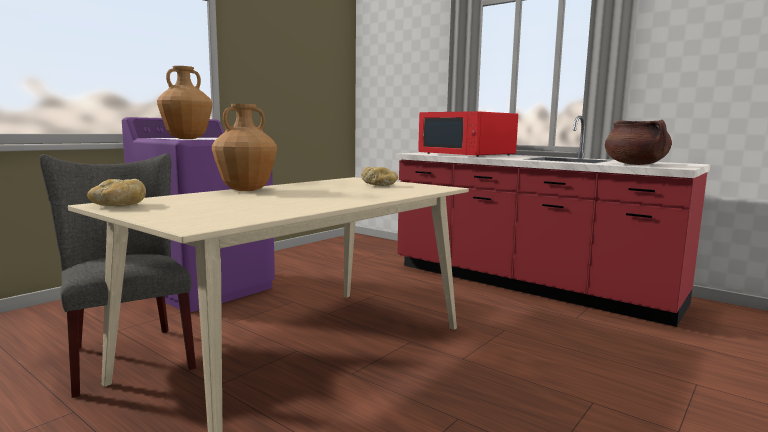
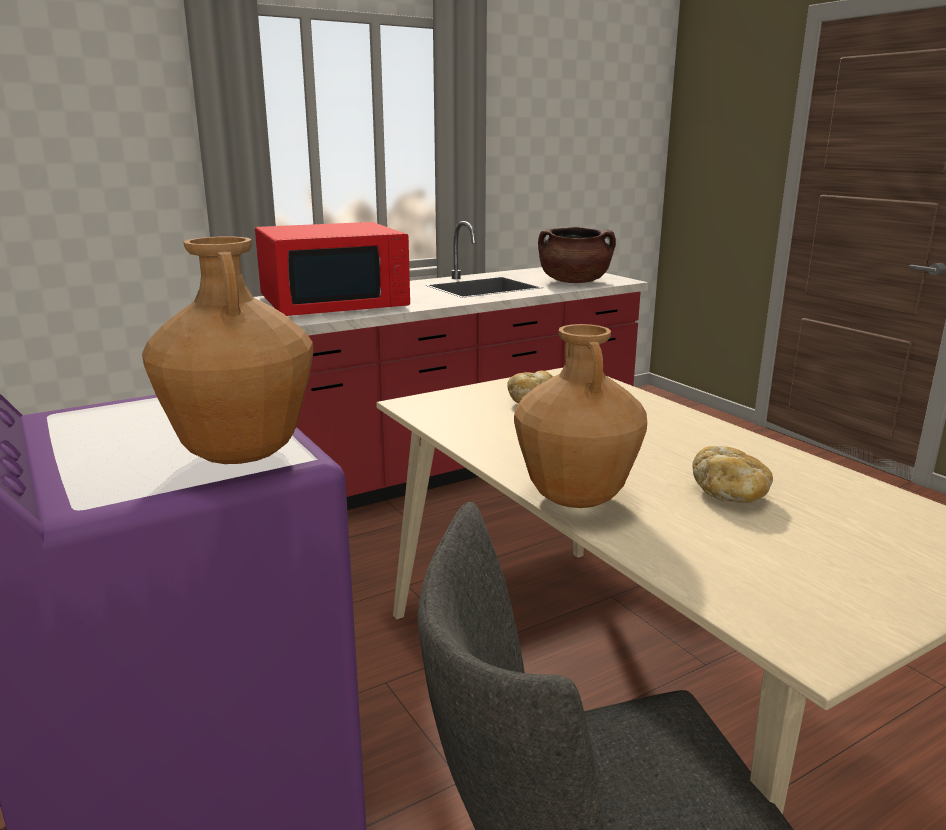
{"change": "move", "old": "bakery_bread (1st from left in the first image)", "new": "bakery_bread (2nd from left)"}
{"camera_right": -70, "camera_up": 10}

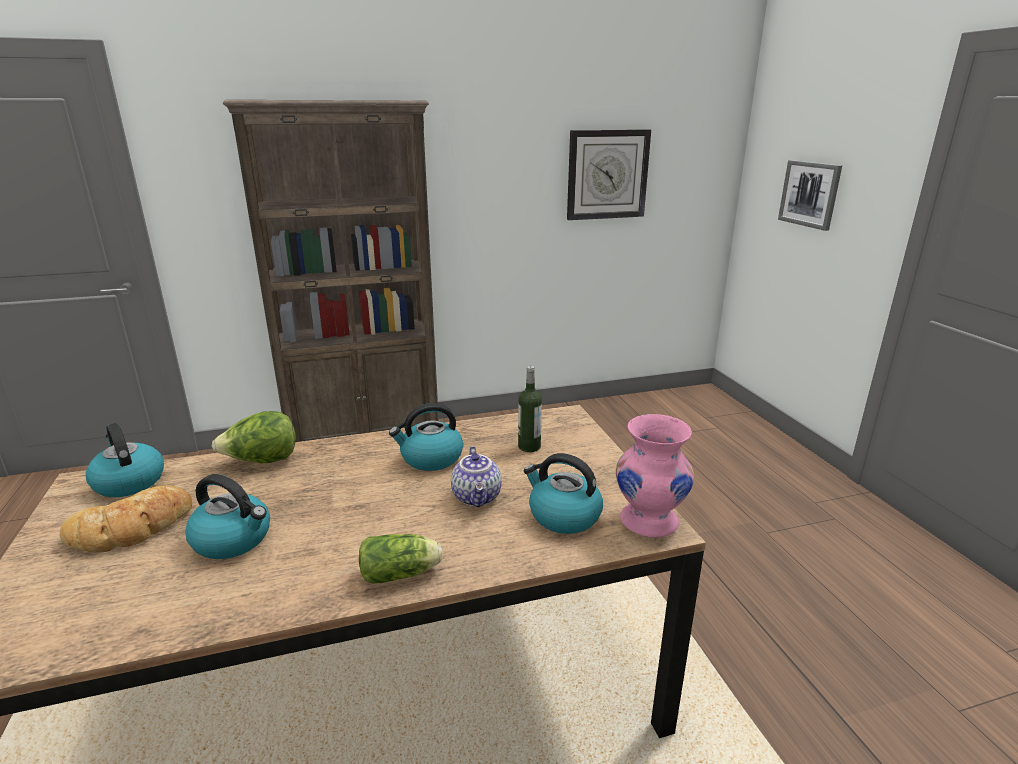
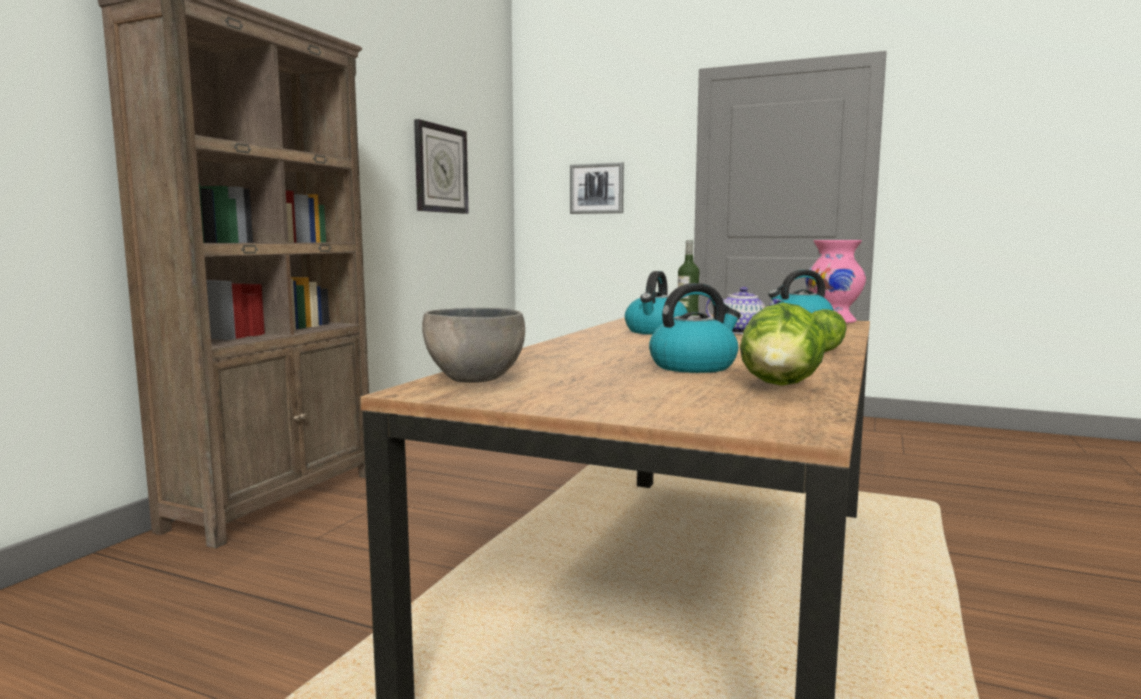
{"change": "delete", "old": "bakery_bread"}
{"change": "replace", "old": "tea_kettle (1st from left)", "new": "grey_bowl"}
{"change": "move", "old": "lettuce (1st from left)"}
{"camera_right": -50, "camera_up": -15}

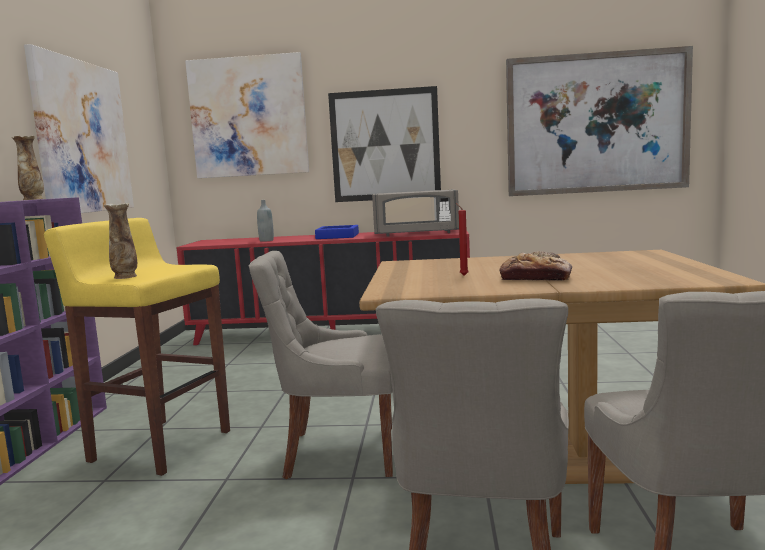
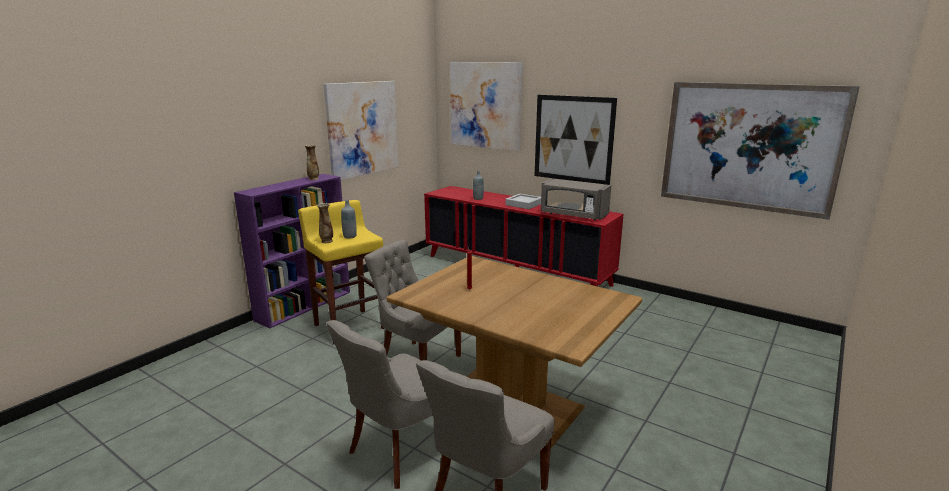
{"change": "recolor", "old": "blue-coloured_serving_tray", "new": "grey_serving_tray"}
{"change": "delete", "old": "bakery_bread"}
{"change": "insert", "new": "grey_bottle (1st from left)"}
{"camera_right": 30, "camera_up": 10}

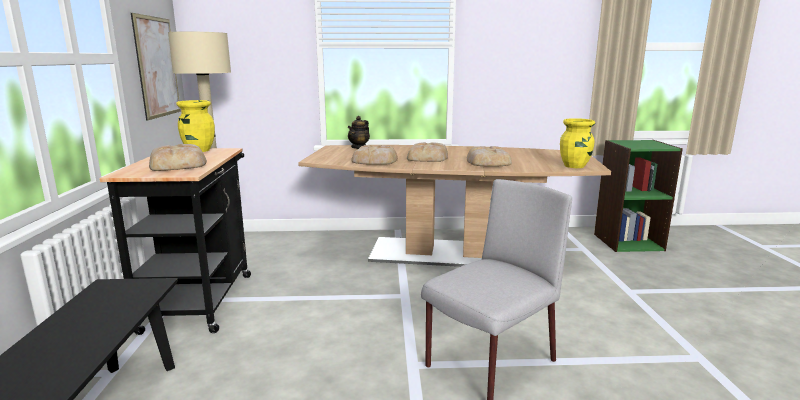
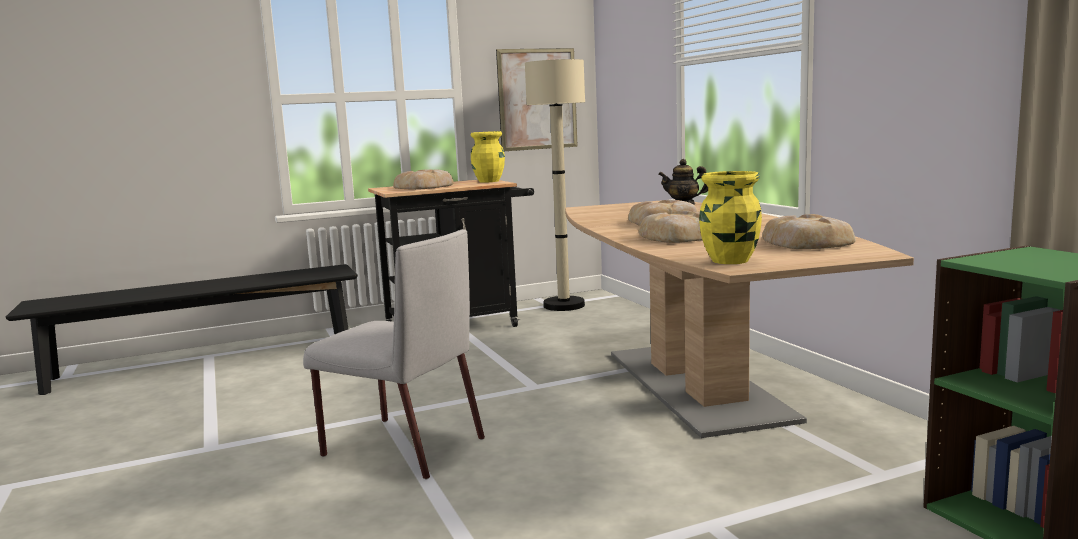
{"change": "move", "old": "bakery_bread (2nd from left in the first image)", "new": "bakery_bread (4th from left)"}
{"camera_right": 70, "camera_up": -5}

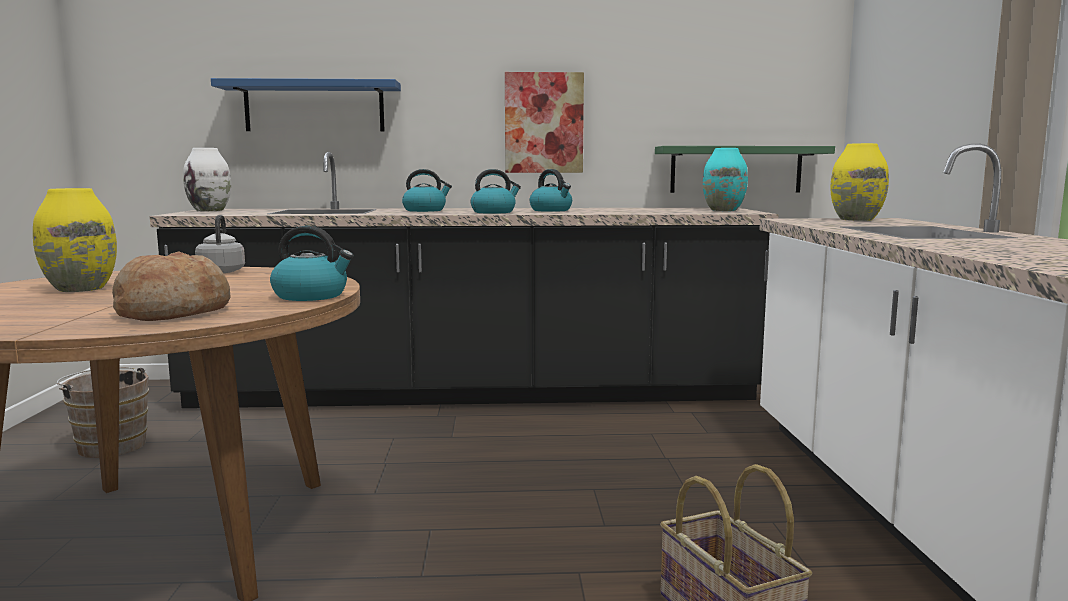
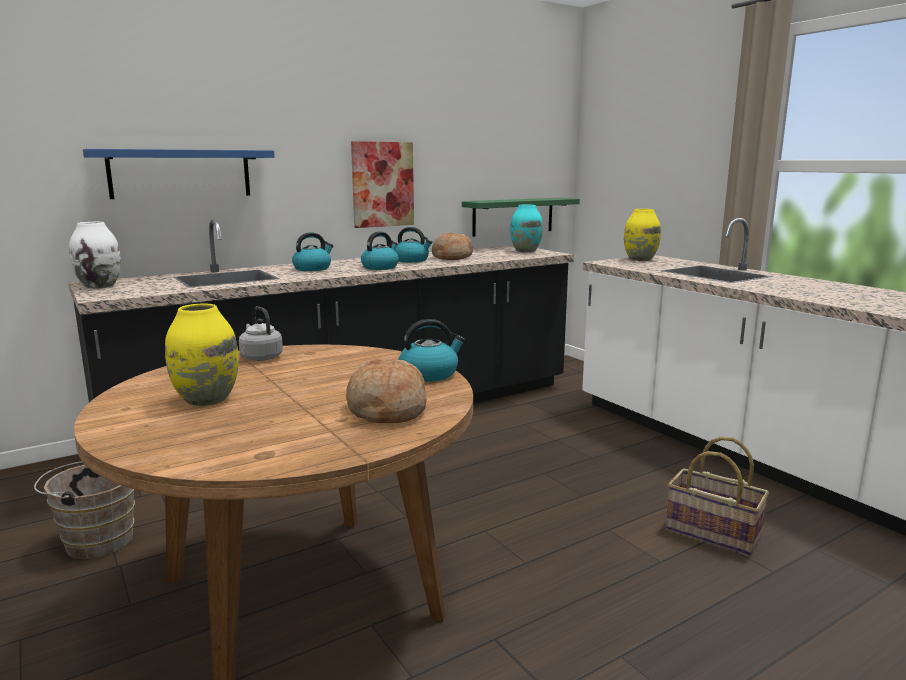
{"change": "insert", "new": "bakery_bread (2nd from left)"}
{"camera_right": -30, "camera_up": 5}

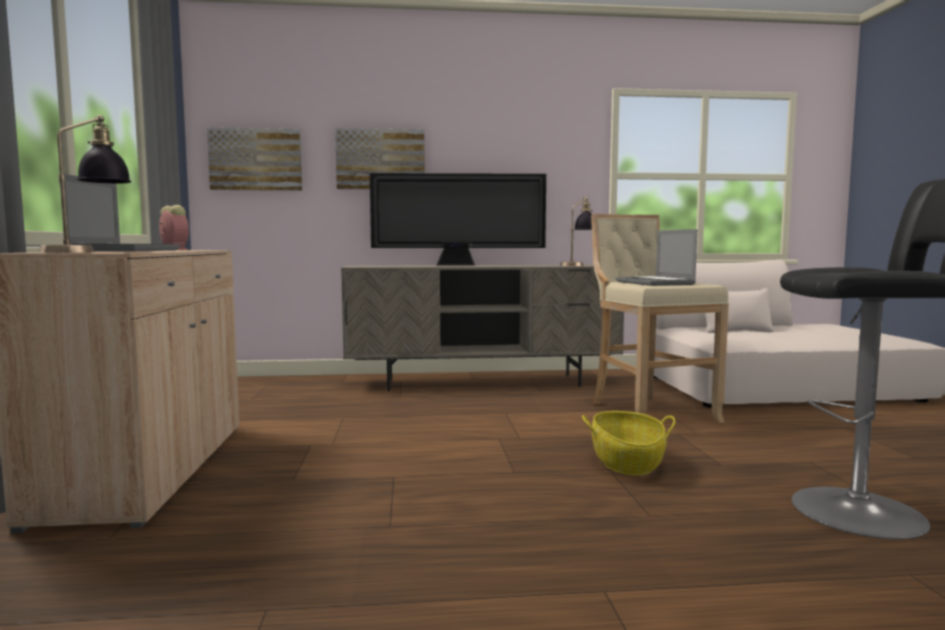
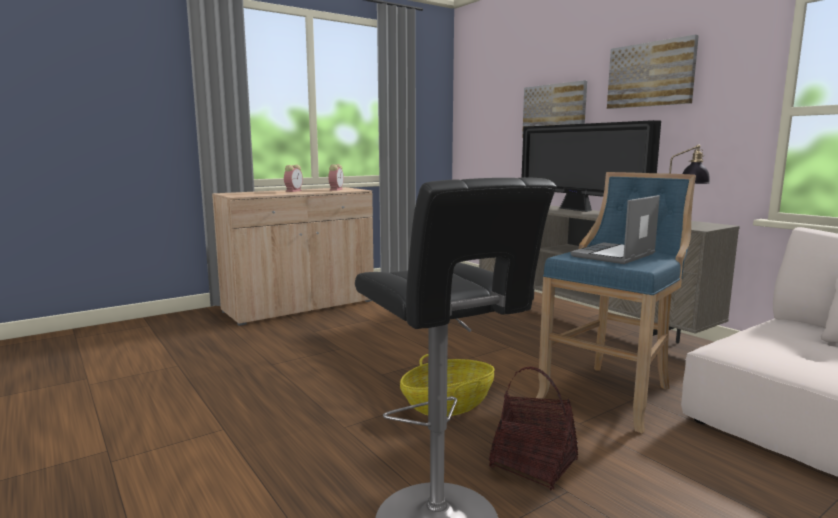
{"change": "delete", "old": "tabletop_lamp (1st from left)"}
{"change": "replace", "old": "notebook_computer (1st from left)", "new": "bedside_clock (1st from left)"}
{"change": "move", "old": "picture (1st from left in the first image)", "new": "picture (2nd from left)"}
{"change": "recolor", "old": "sand-coloured_stool_seat", "new": "blue-coloured_stool_seat"}
{"change": "insert", "new": "storage_basket (2nd from left)"}
{"camera_right": 60, "camera_up": 5}

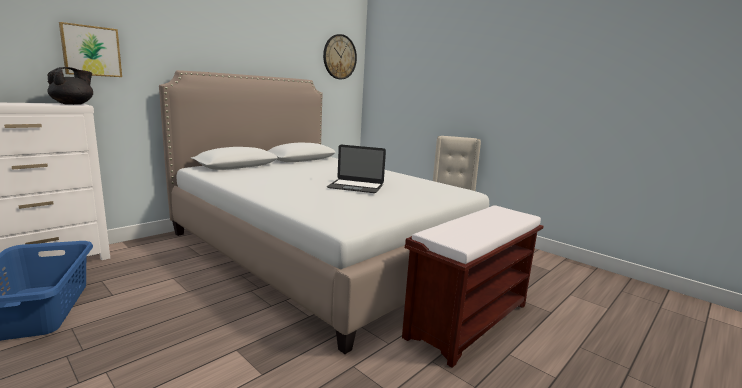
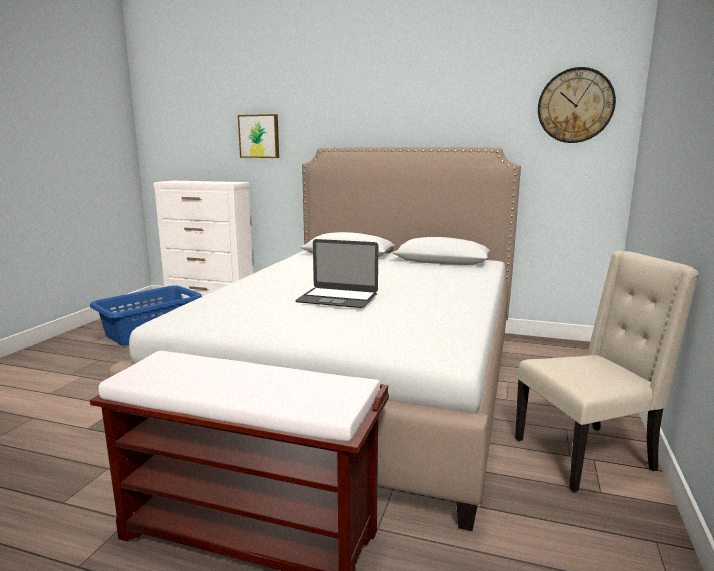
{"change": "delete", "old": "blackish_pot_for_tea"}
{"change": "rotate", "old": "notebook_computer", "degrees": -60}
{"camera_right": 65, "camera_up": 0}

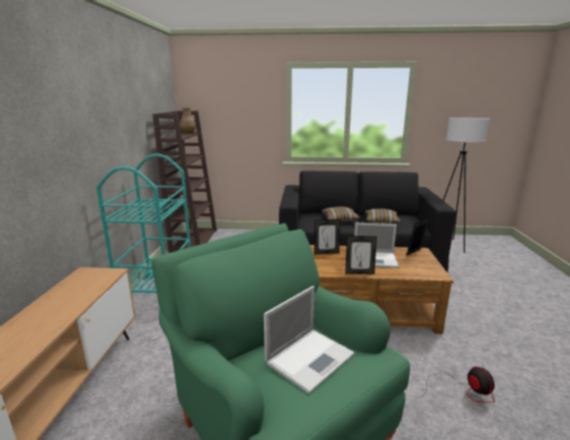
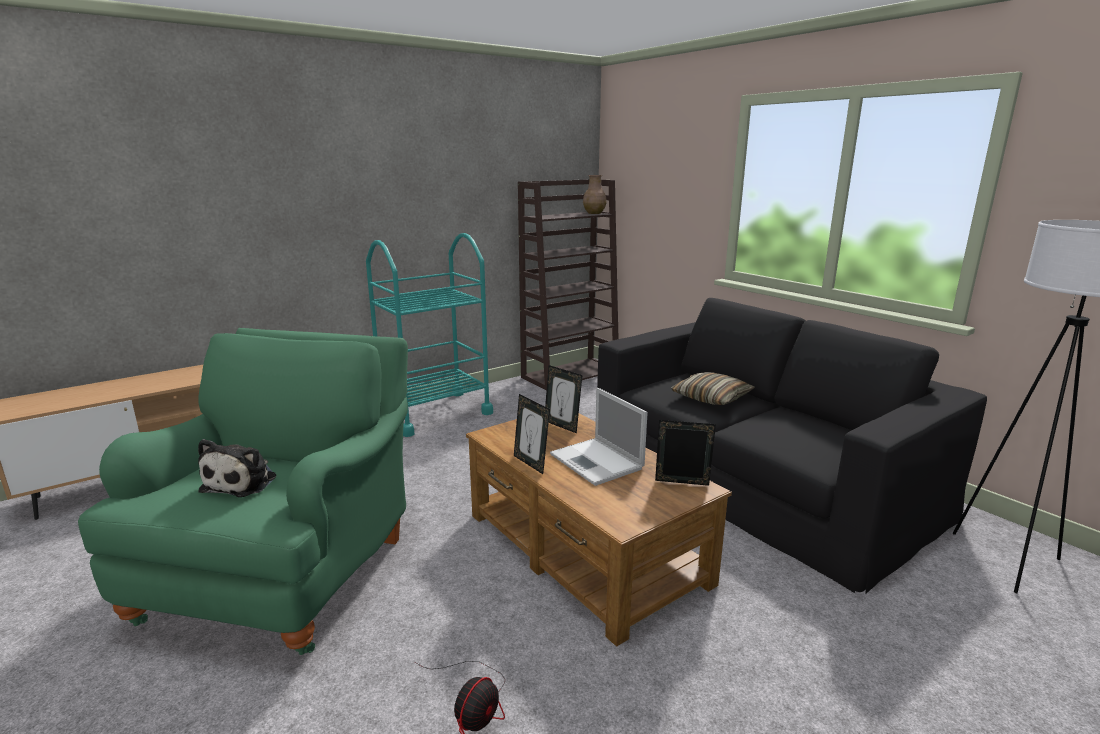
{"change": "replace", "old": "notebook_computer (1st from left)", "new": "plush_toy"}
{"change": "delete", "old": "cushion (2nd from left)"}
{"camera_right": 50, "camera_up": 0}

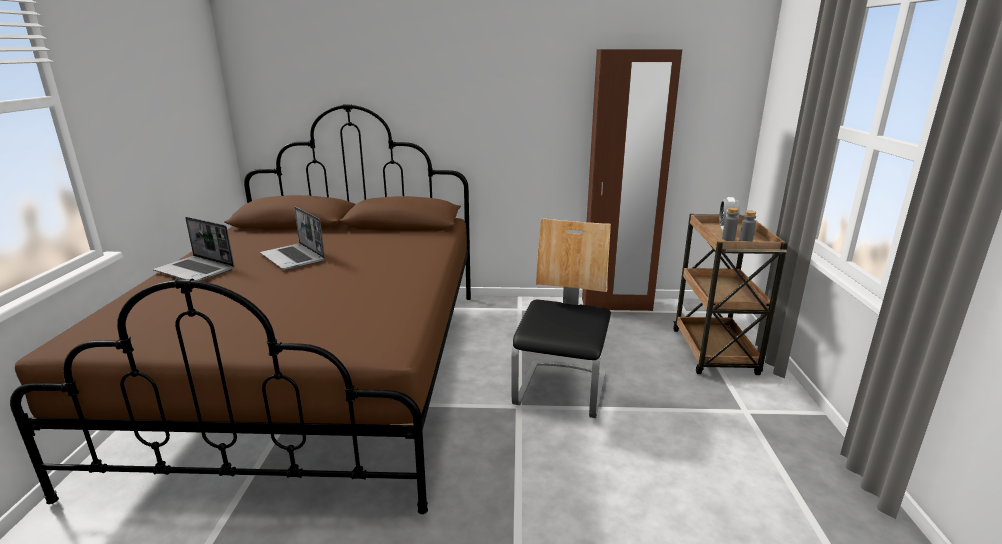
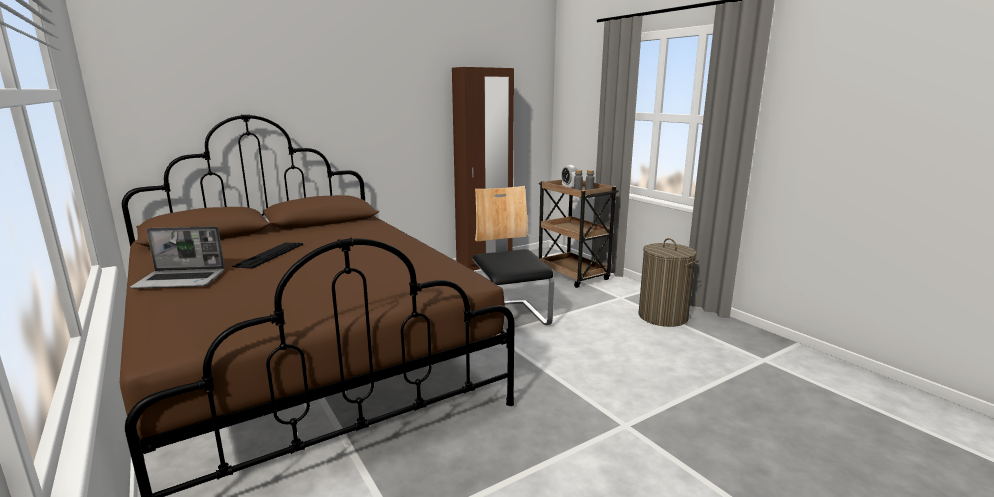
{"change": "replace", "old": "notebook_computer (2nd from left)", "new": "PC_keyboard"}
{"change": "insert", "new": "washing_basket"}
{"camera_right": -35, "camera_up": -5}

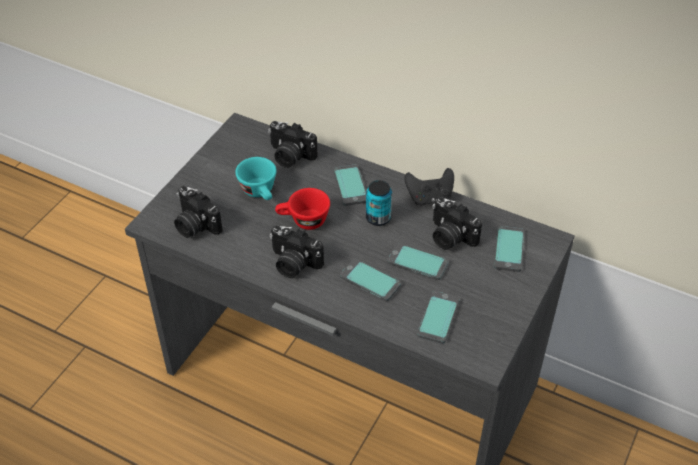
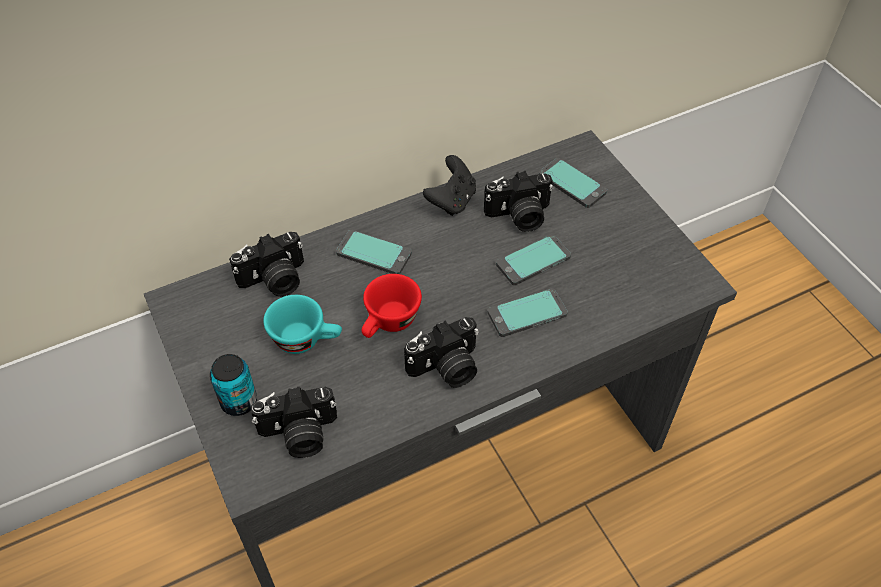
{"change": "move", "old": "can"}
{"change": "delete", "old": "handset (4th from left)"}
{"camera_right": -55, "camera_up": 5}

